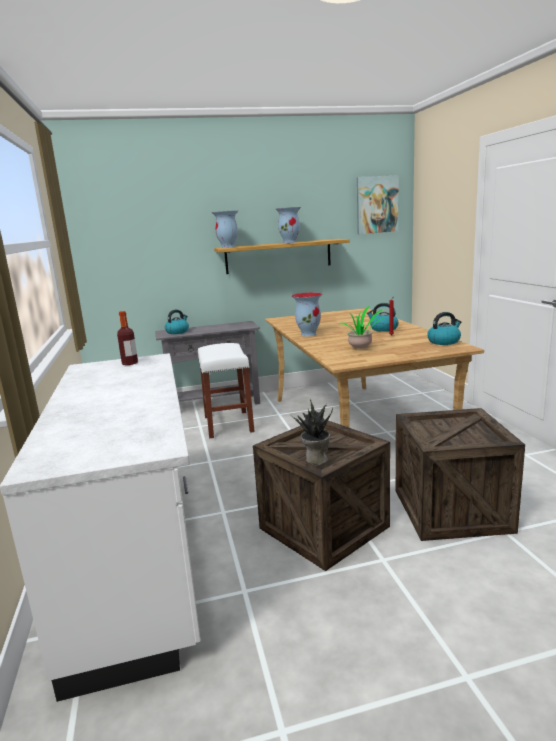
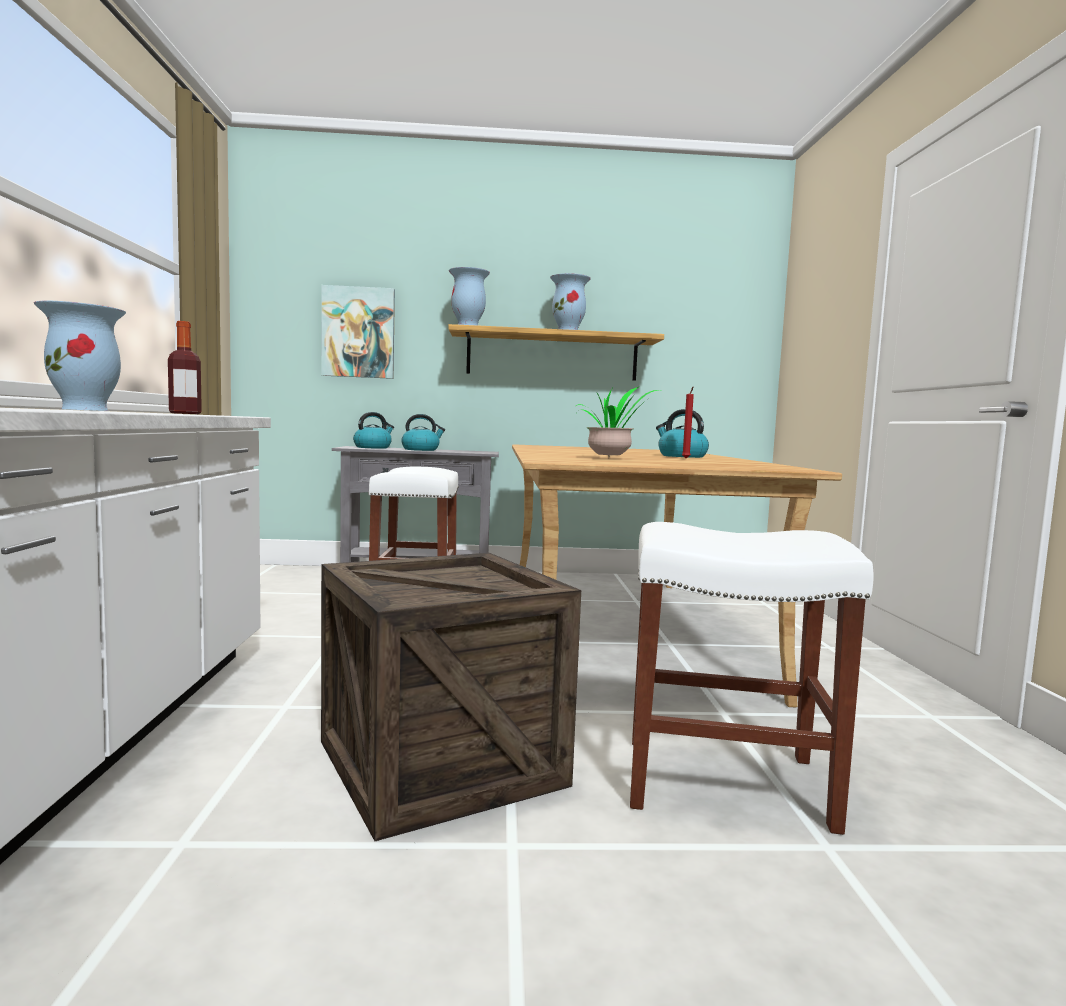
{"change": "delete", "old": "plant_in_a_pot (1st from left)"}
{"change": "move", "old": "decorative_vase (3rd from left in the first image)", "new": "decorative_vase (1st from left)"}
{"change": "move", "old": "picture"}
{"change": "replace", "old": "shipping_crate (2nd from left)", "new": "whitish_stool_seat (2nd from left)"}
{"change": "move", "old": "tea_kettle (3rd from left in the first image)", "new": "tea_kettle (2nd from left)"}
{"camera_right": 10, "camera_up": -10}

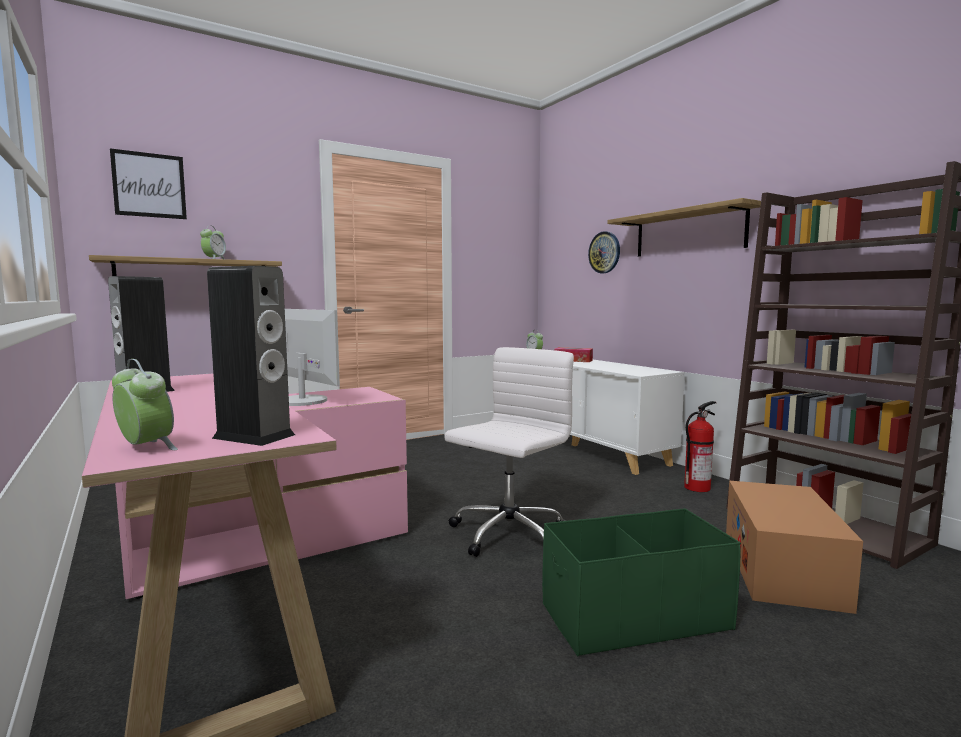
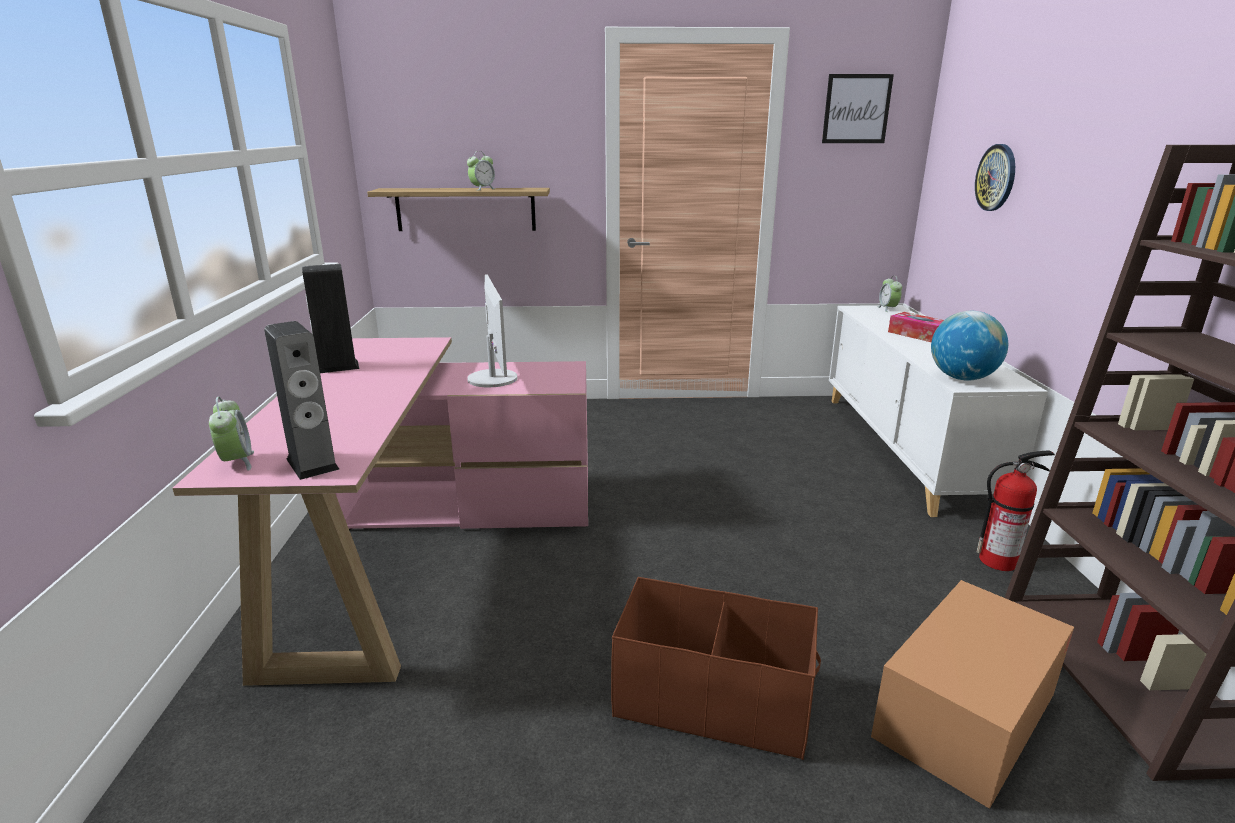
{"change": "move", "old": "picture"}
{"change": "delete", "old": "whitish_desk_chair"}
{"change": "recolor", "old": "green-coloured_storage_box", "new": "brownish_storage_box"}
{"change": "delete", "old": "wall_shelf (2nd from left)"}
{"change": "insert", "new": "world_globe"}
{"camera_right": 30, "camera_up": 15}

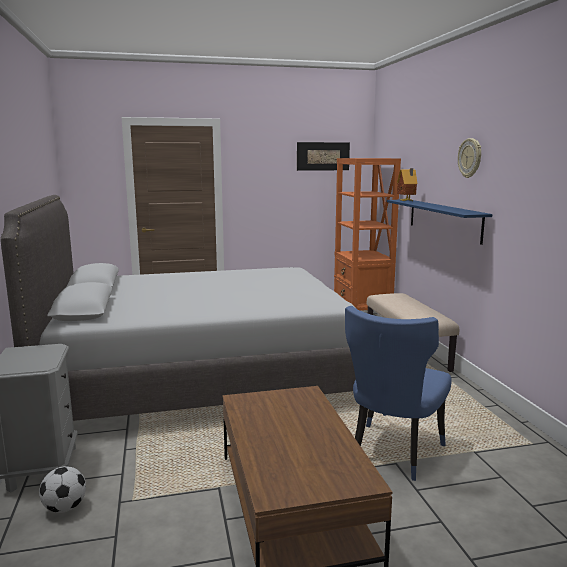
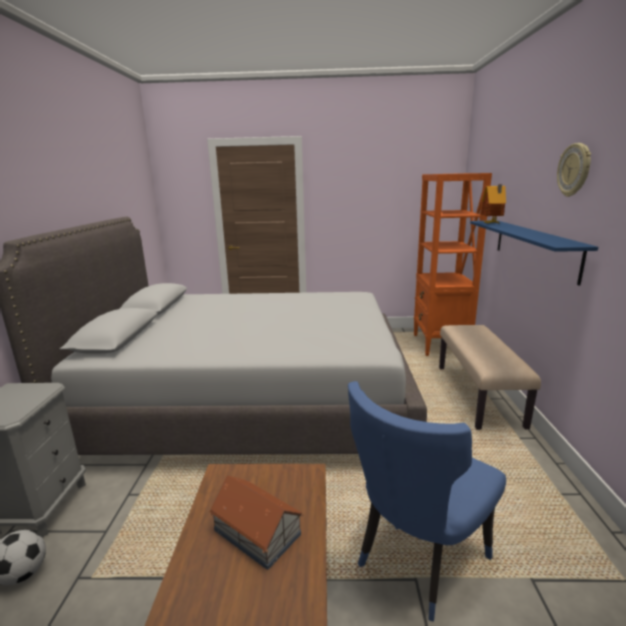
{"change": "delete", "old": "picture"}
{"change": "insert", "new": "model_house (1st from left)"}
{"camera_right": 15, "camera_up": 5}

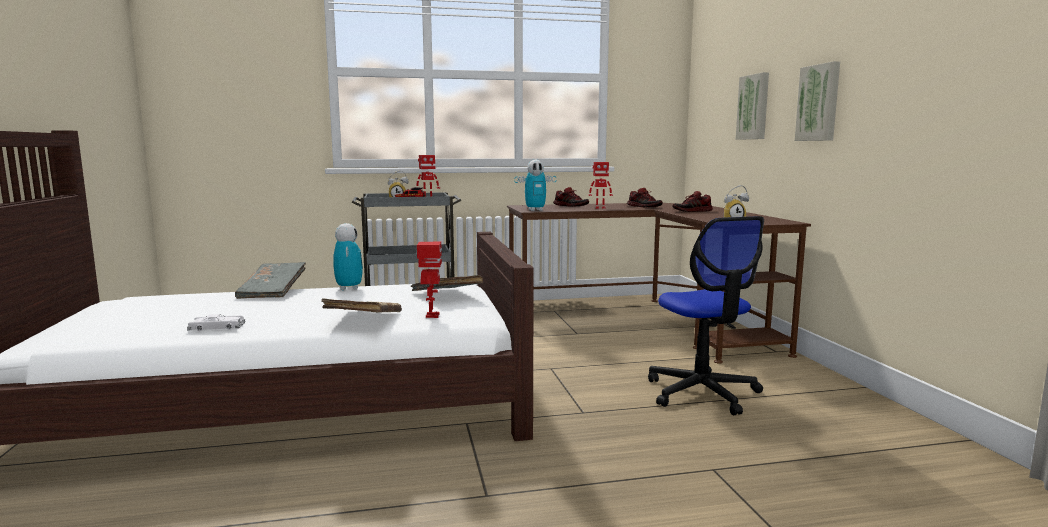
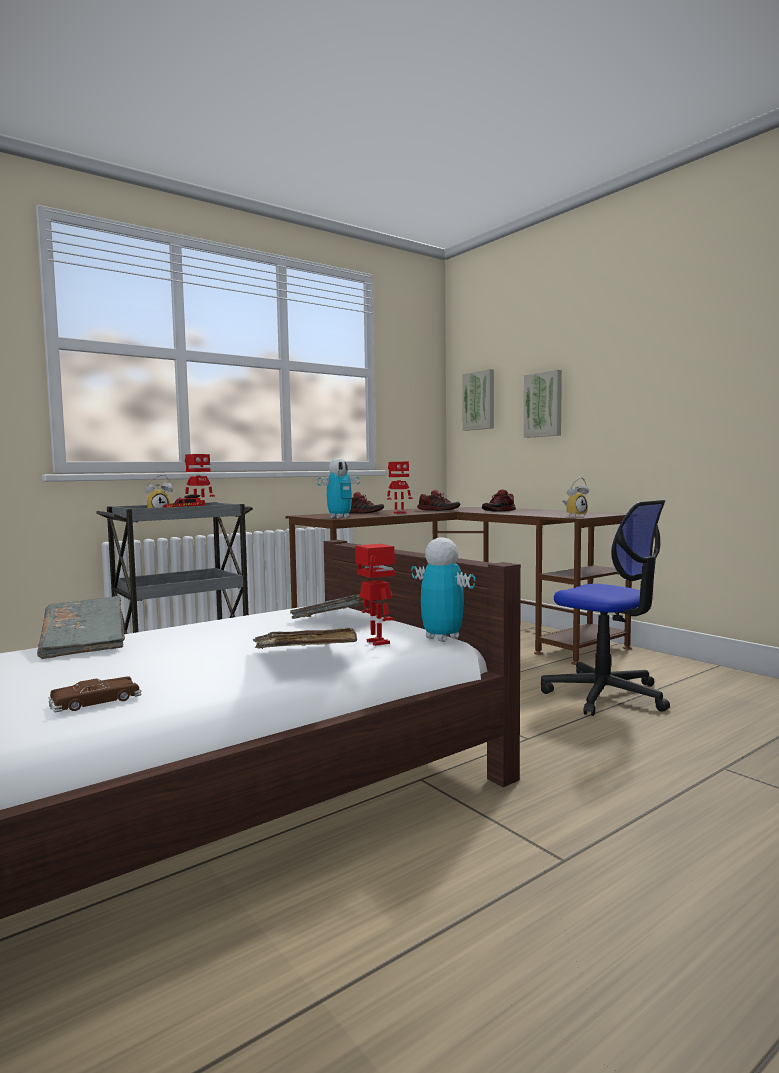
{"change": "recolor", "old": "whitish_toy_car", "new": "brownish_toy_car"}
{"change": "move", "old": "toy_robot (1st from left in the first image)", "new": "toy_robot (5th from left)"}
{"change": "move", "old": "picture (2nd from left in the first image)", "new": "picture (1st from left)"}
{"camera_right": -25, "camera_up": -5}

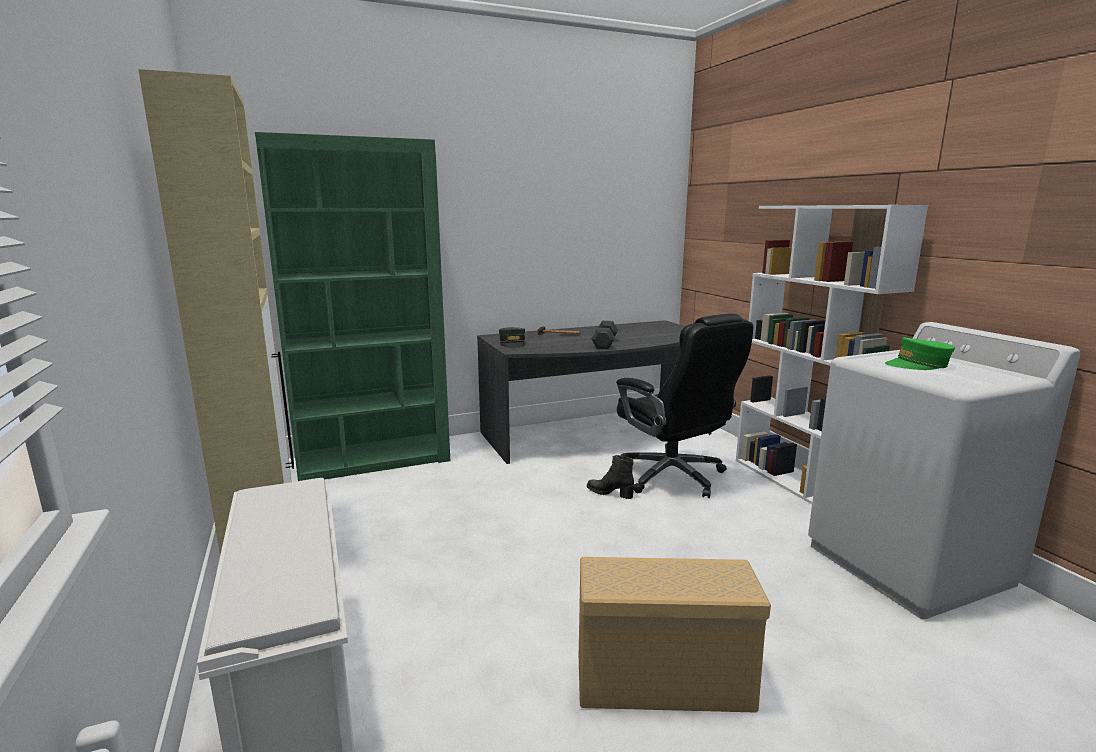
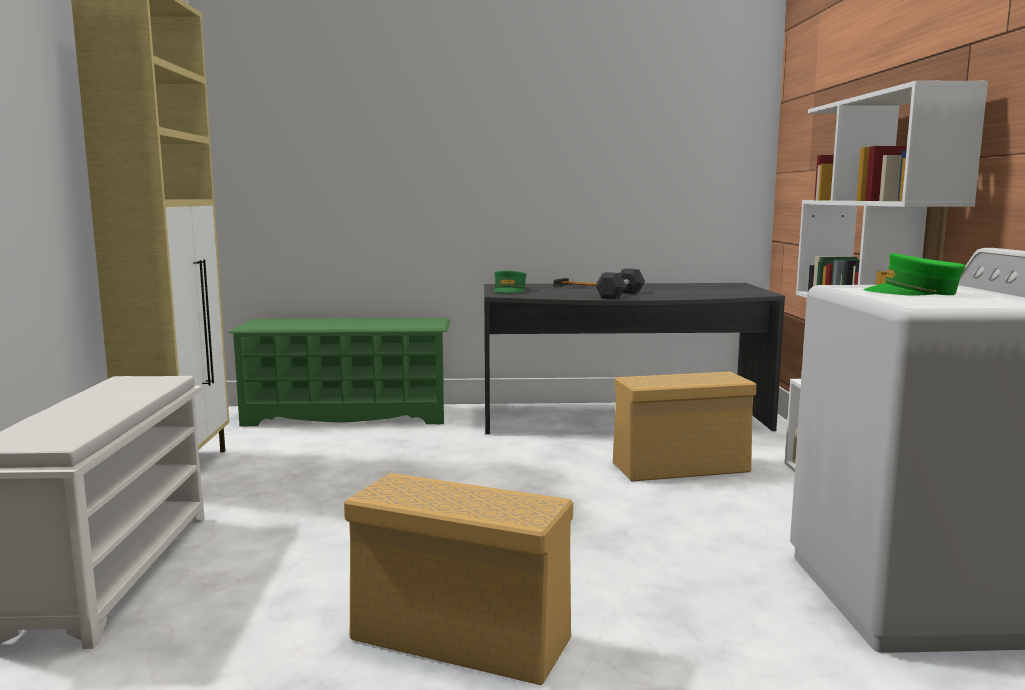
{"change": "replace", "old": "green-coloured_bookshelf", "new": "green-coloured_shoe_shelf"}
{"change": "recolor", "old": "grey_peaked_cap", "new": "green-coloured_peaked_cap (1st from left)"}
{"change": "delete", "old": "blackish_tall_boot"}
{"change": "replace", "old": "blackish_desk_chair", "new": "sand-coloured_storage_box (2nd from left)"}
{"camera_right": 20, "camera_up": -5}

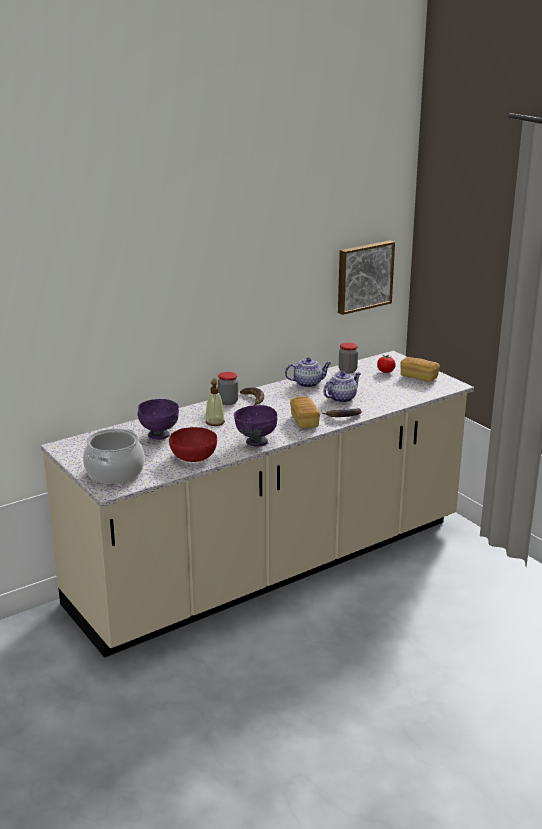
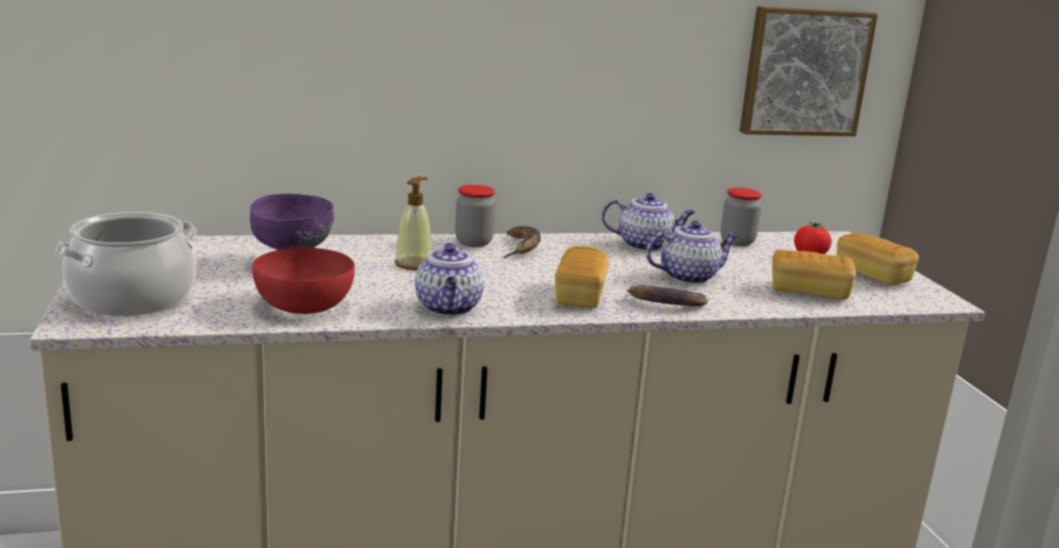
{"change": "replace", "old": "purple_bowl (2nd from left)", "new": "pot_for_tea (1st from left)"}
{"change": "insert", "new": "bakery_bread (2nd from left)"}
{"camera_right": 20, "camera_up": -5}

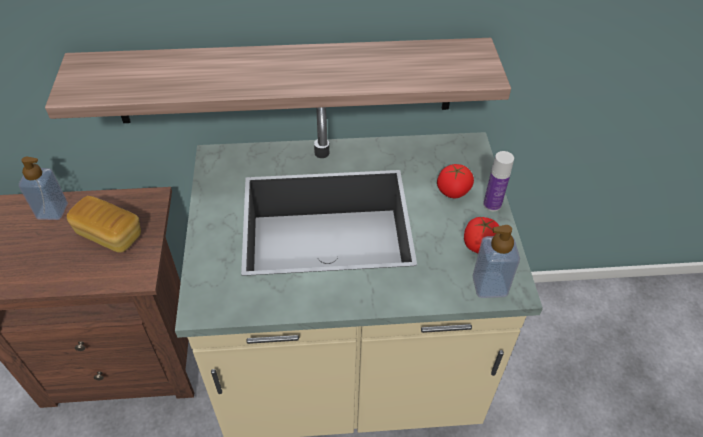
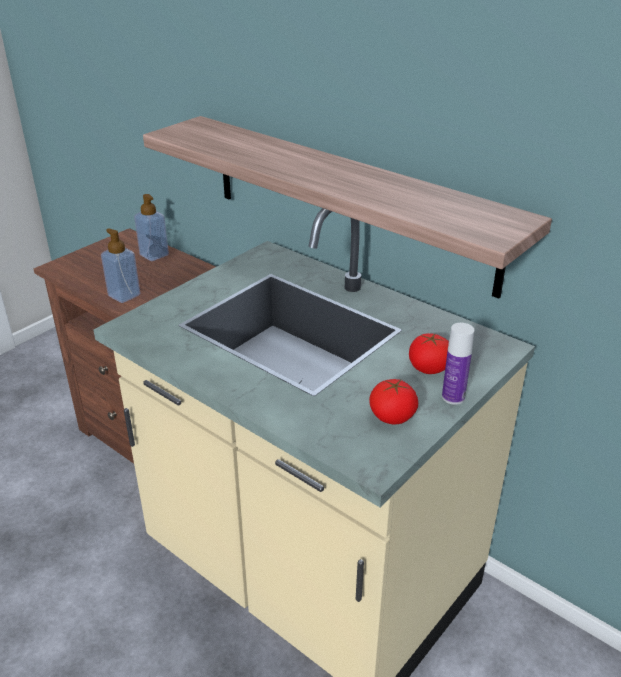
{"change": "delete", "old": "bakery_bread"}
{"change": "move", "old": "soap_bottle (2nd from left in the first image)", "new": "soap_bottle (1st from left)"}
{"camera_right": 45, "camera_up": -15}

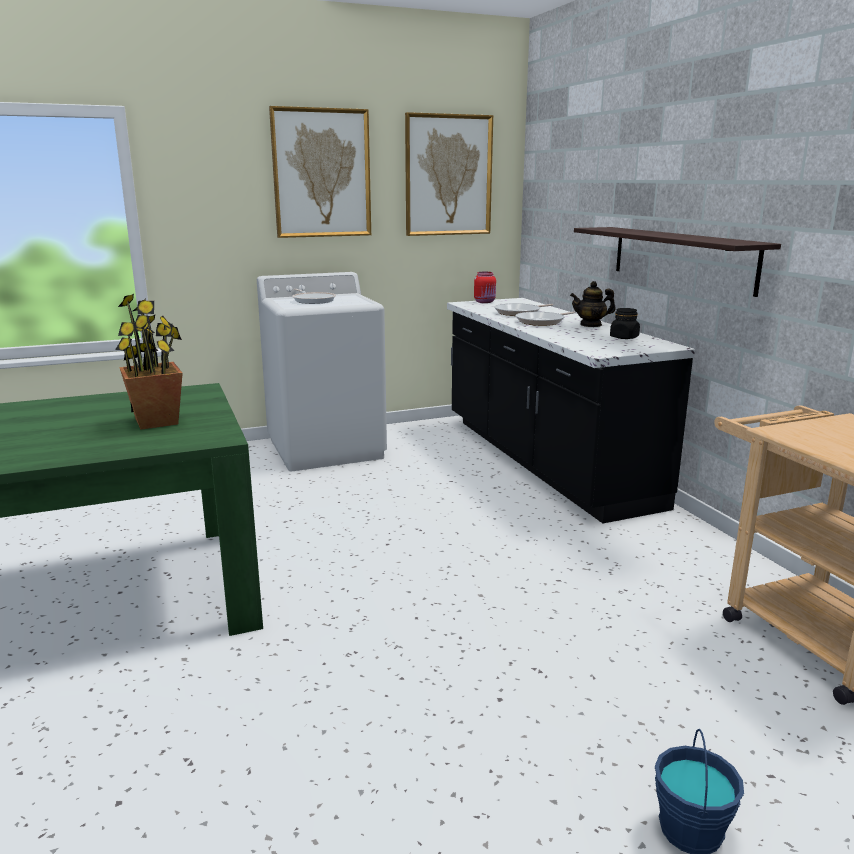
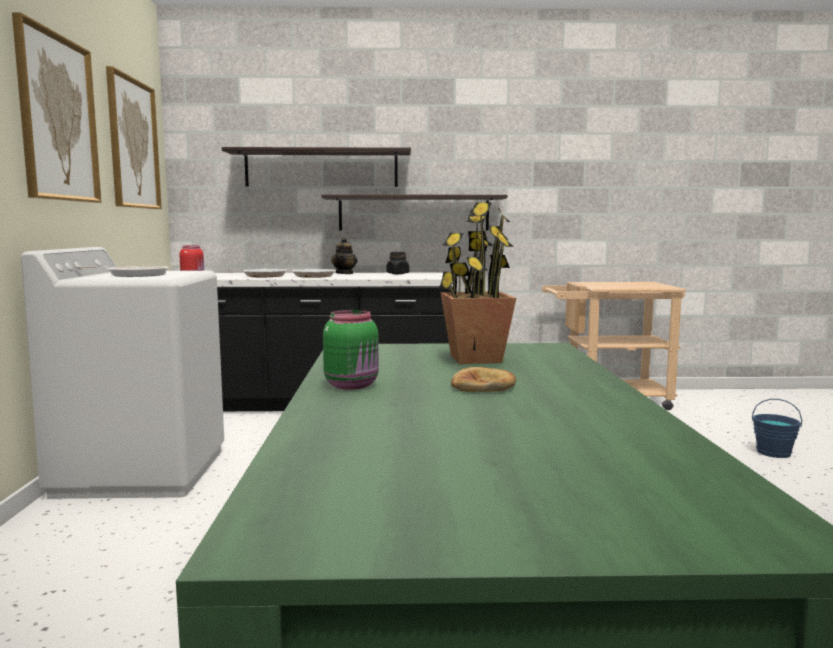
{"change": "insert", "new": "wall_shelf (1st from left)"}
{"change": "insert", "new": "green-coloured_preserve_jar"}
{"change": "insert", "new": "bakery_bread"}
{"camera_right": -70, "camera_up": -10}

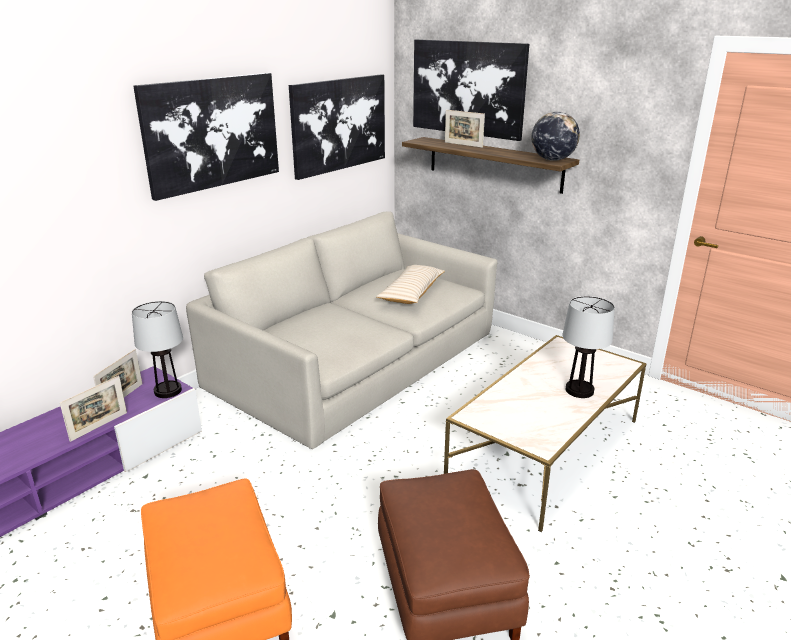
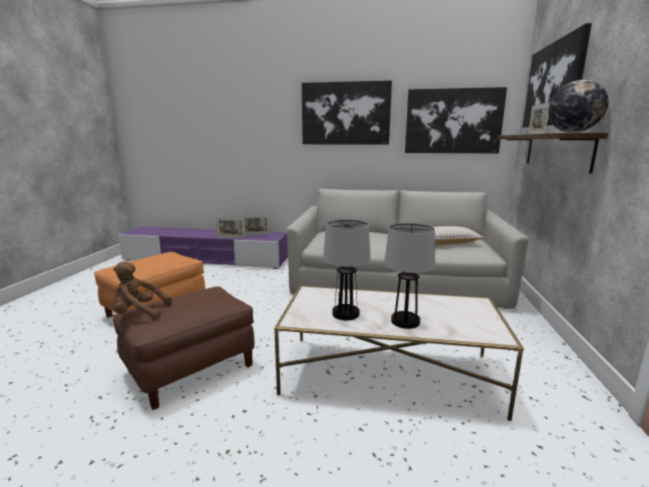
{"change": "move", "old": "tabletop_lamp (1st from left)"}
{"change": "insert", "new": "brownish_plush_toy"}
{"camera_right": 60, "camera_up": -10}

